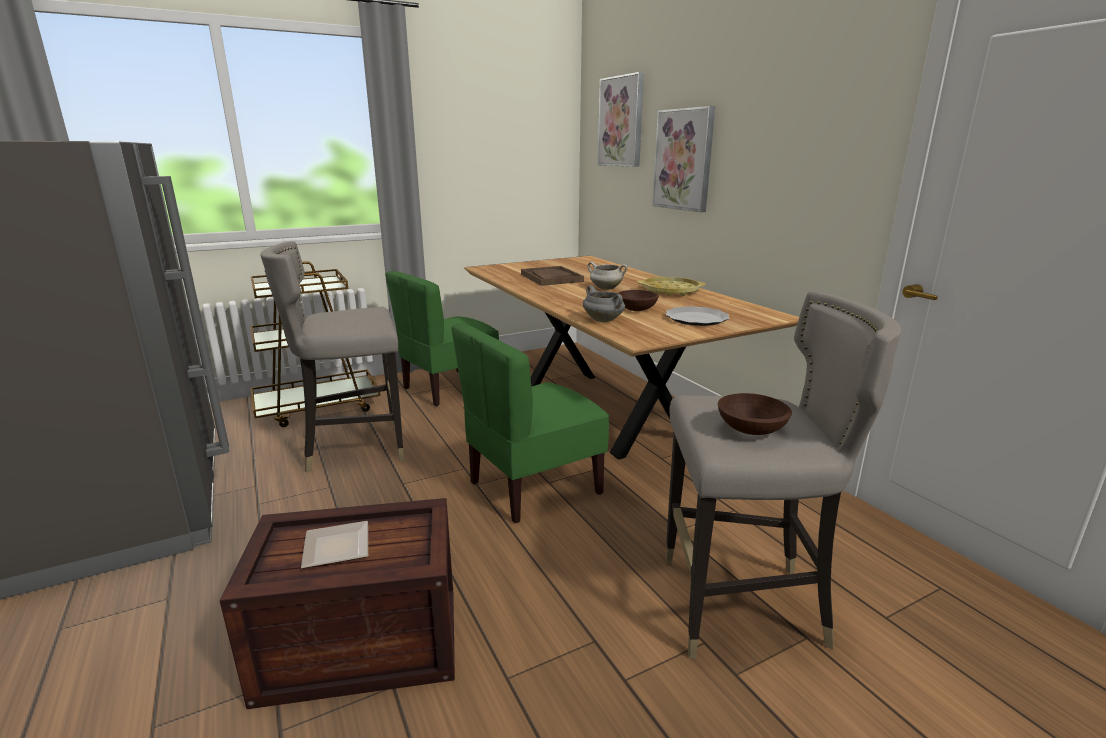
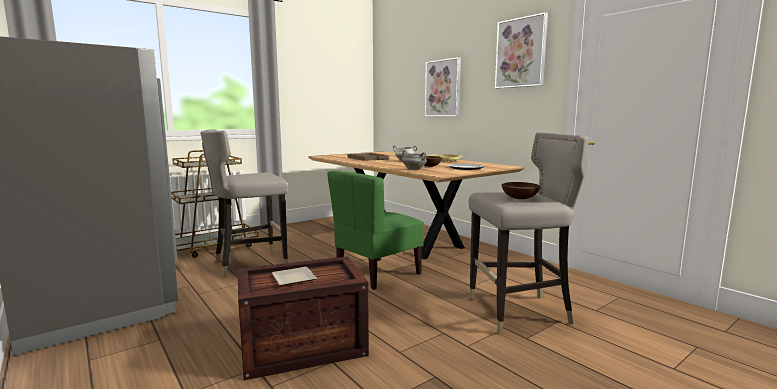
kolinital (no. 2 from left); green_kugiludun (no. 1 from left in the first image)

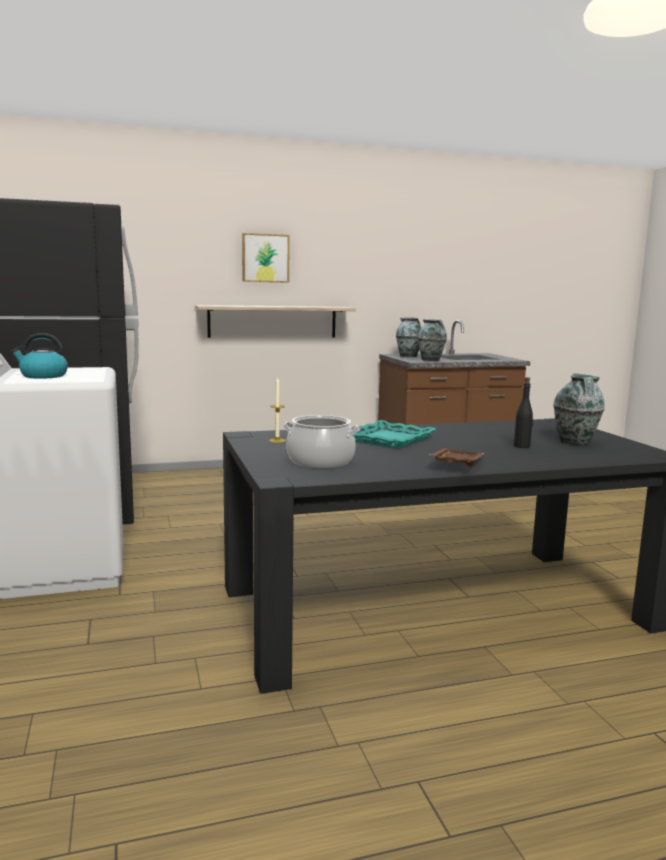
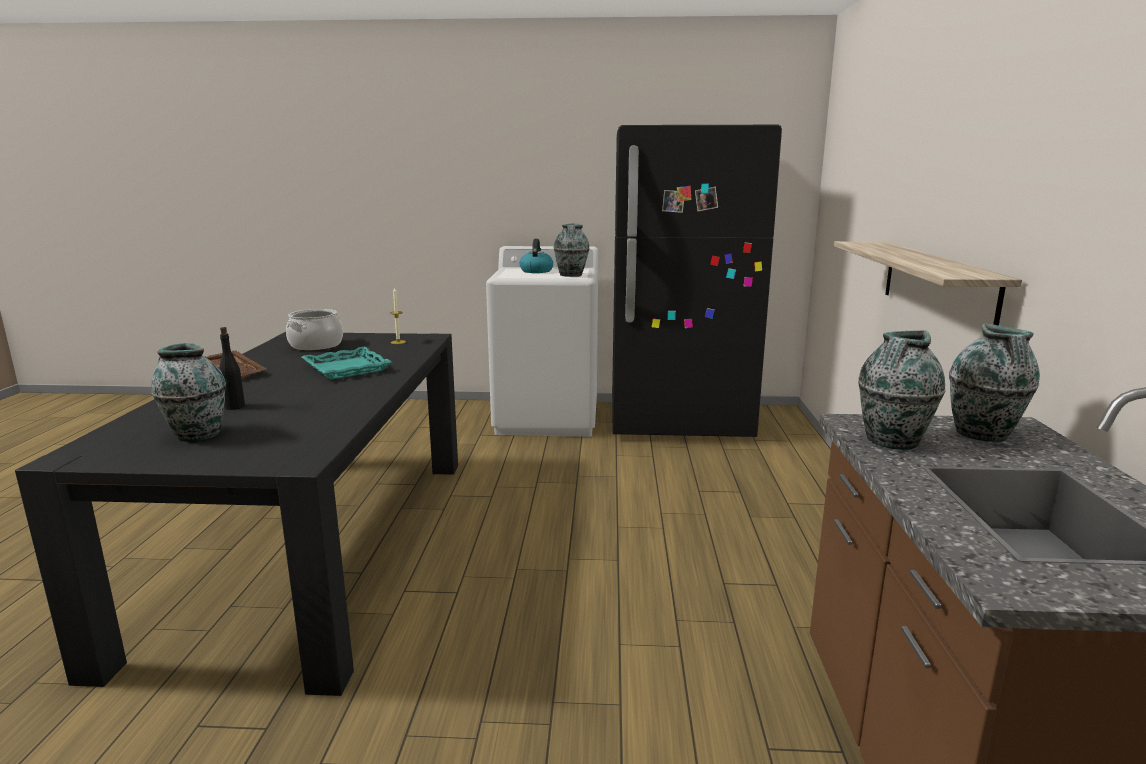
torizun (no. 2 from left); kolinital

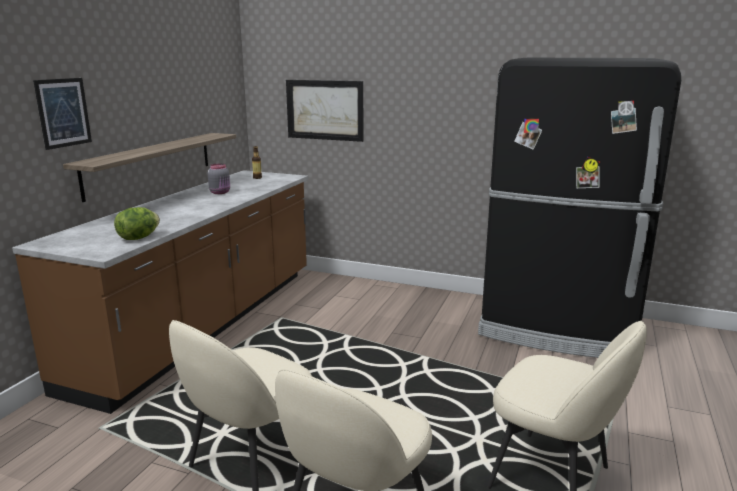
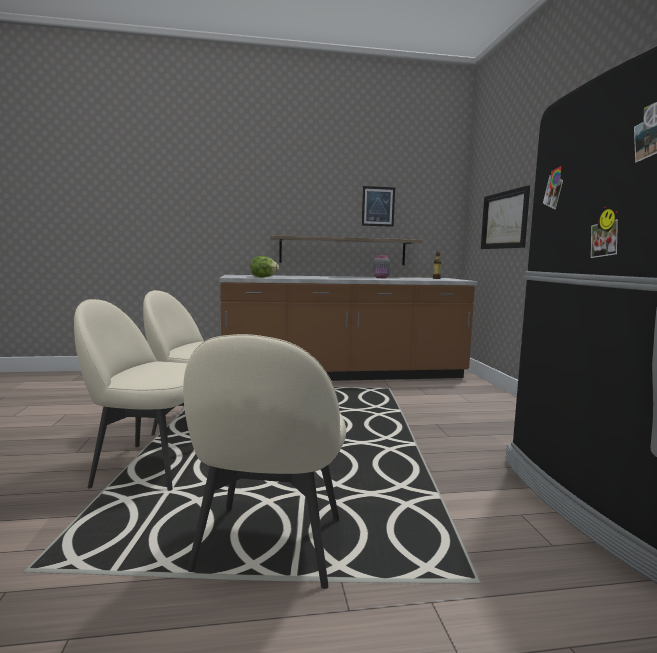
kolinital (no. 1 from left)

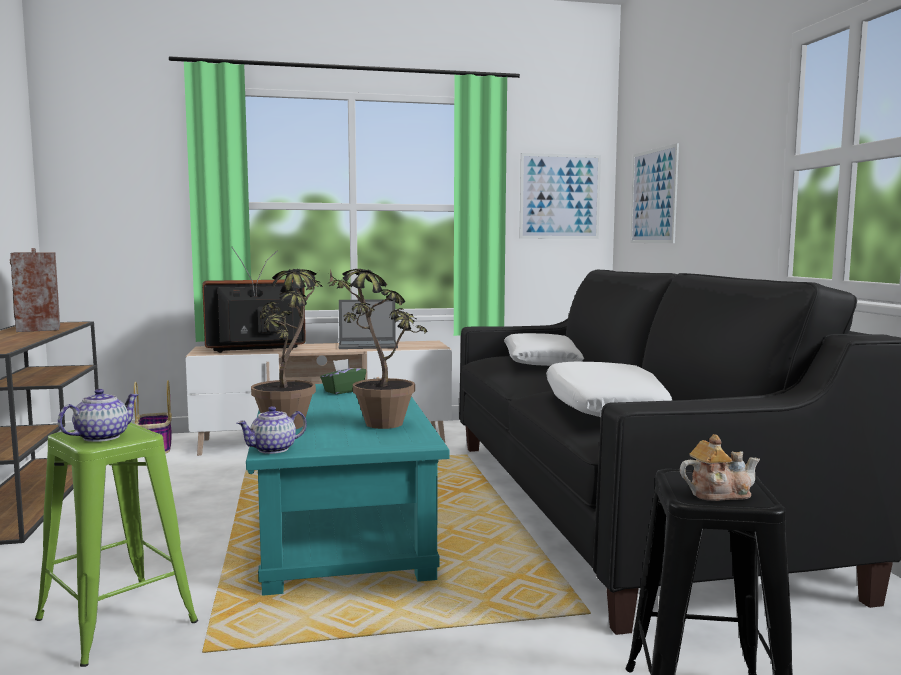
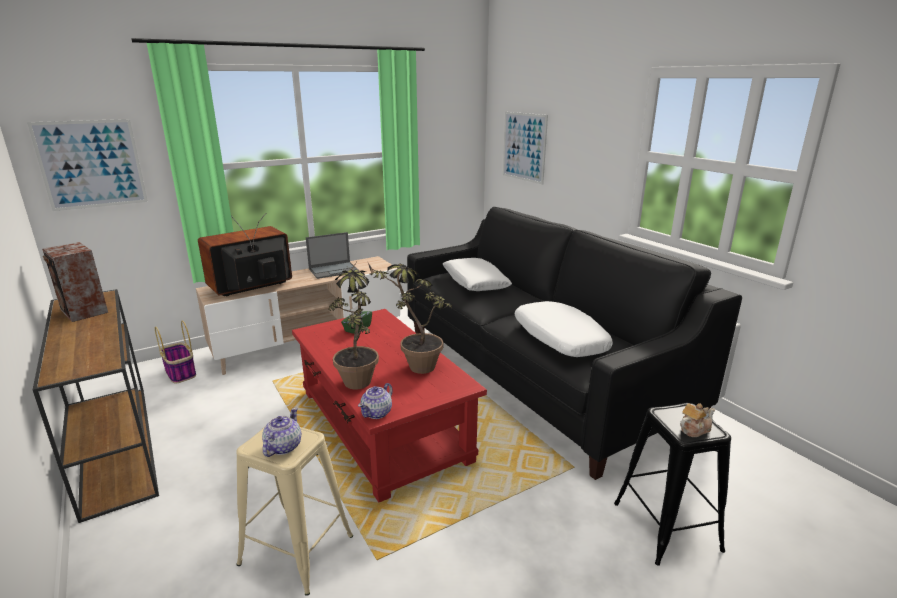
kolinital (no. 1 from left); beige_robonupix; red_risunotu

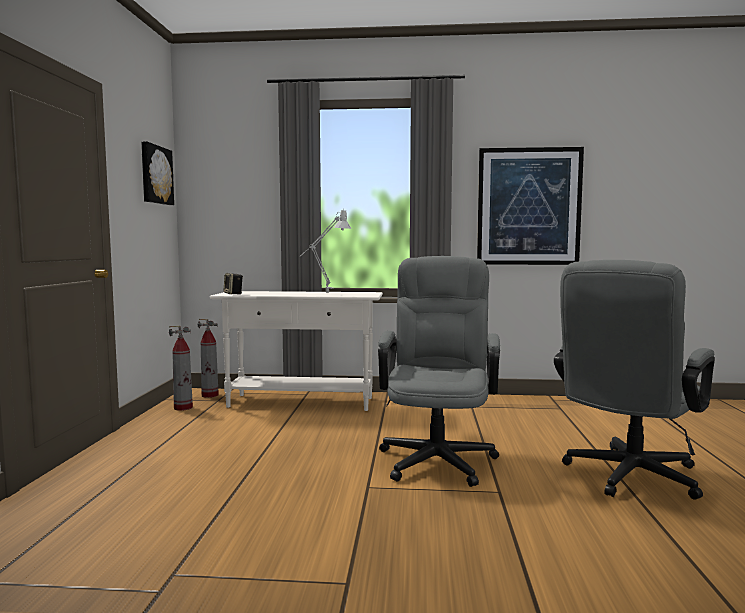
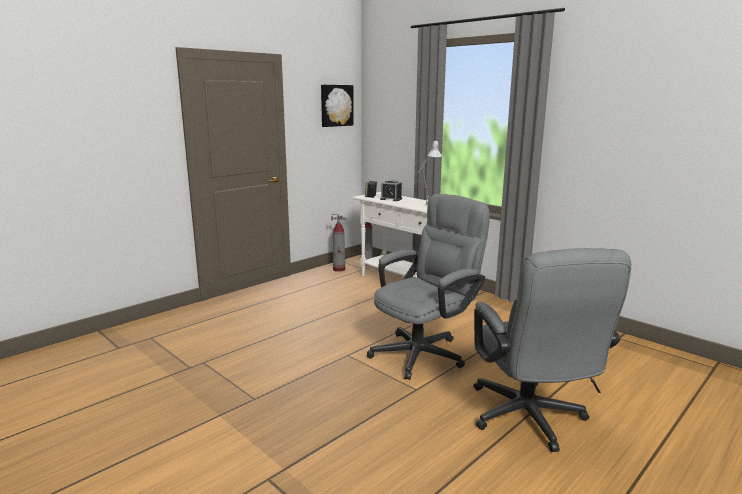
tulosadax; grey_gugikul (no. 2 from left); kolinital (no. 2 from left in the first image)

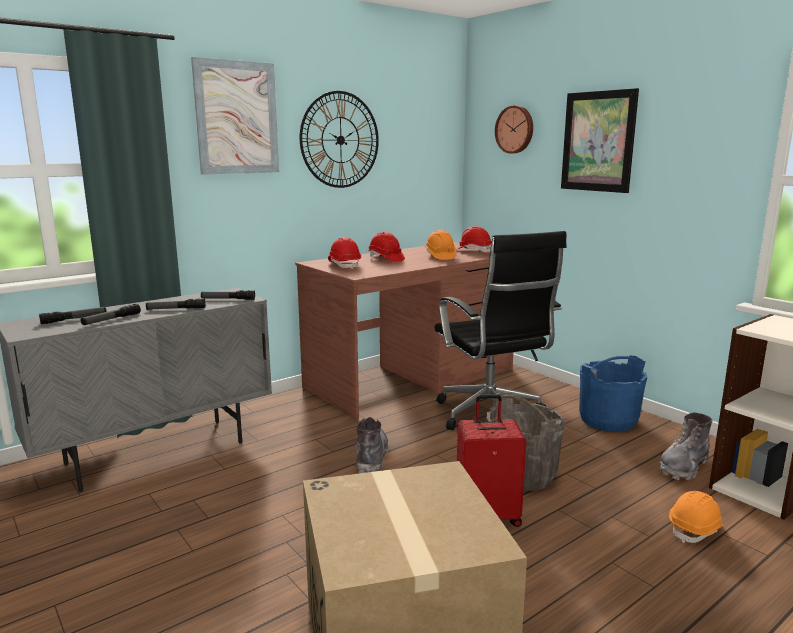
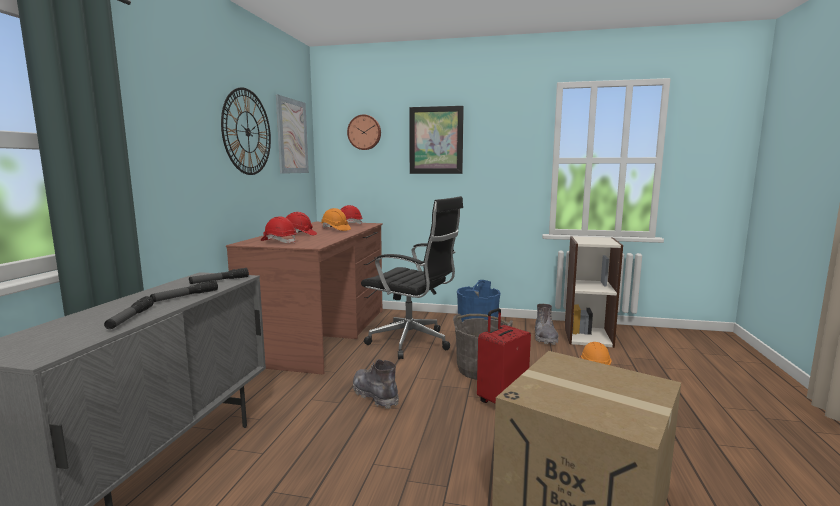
kolinital (no. 1 from left); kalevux (no. 1 from left in the first image)

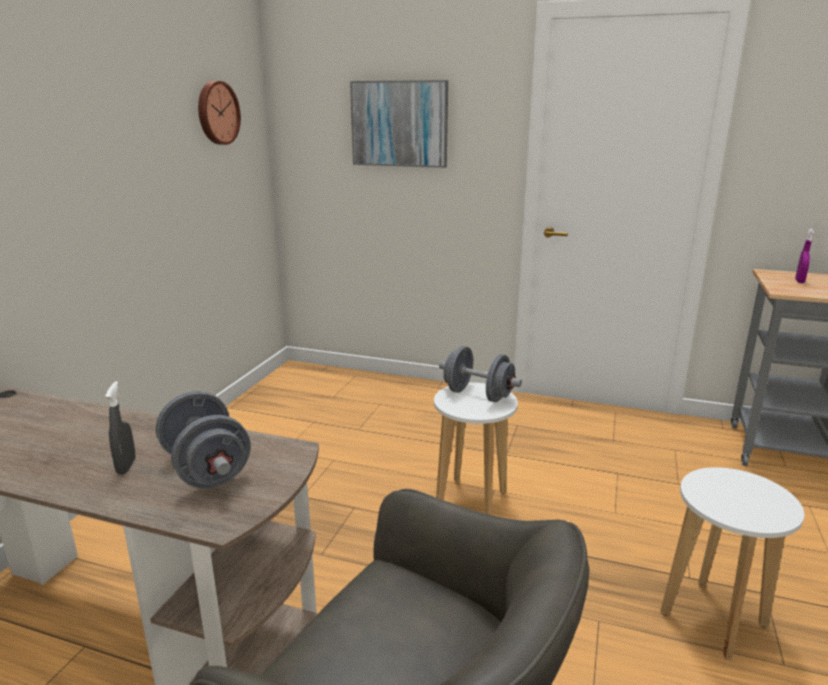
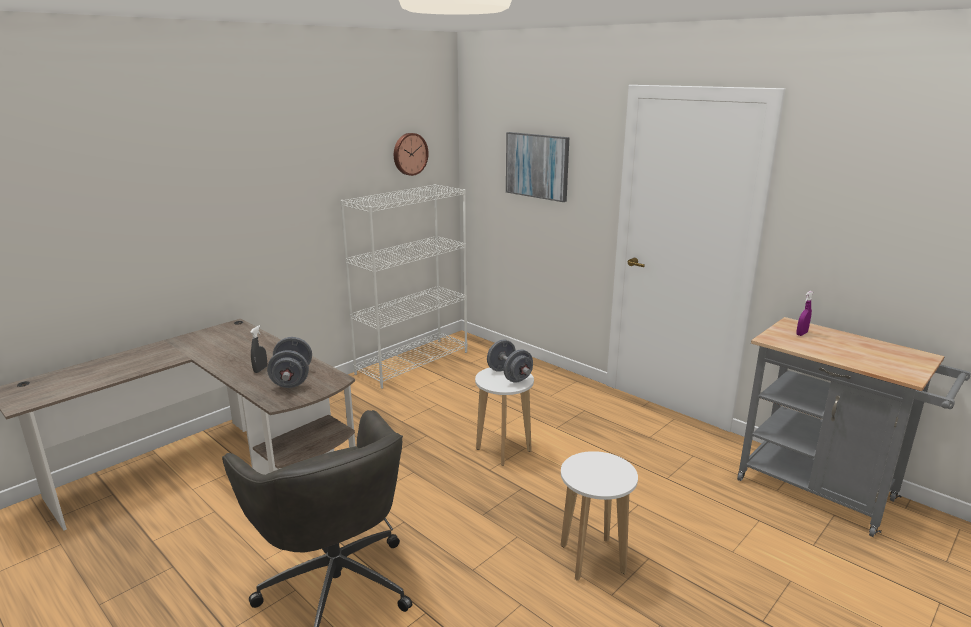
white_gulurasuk

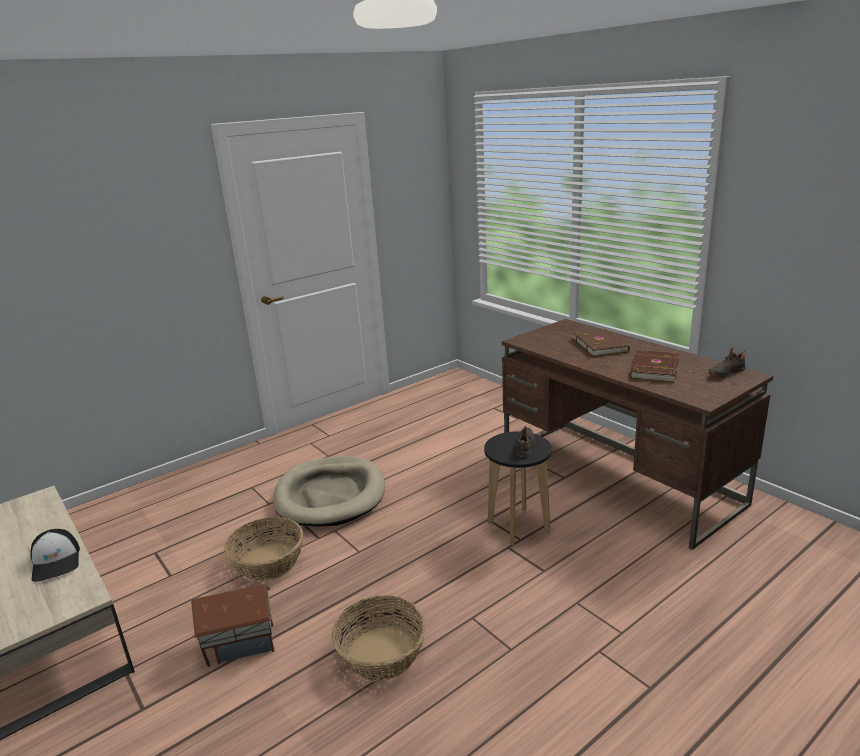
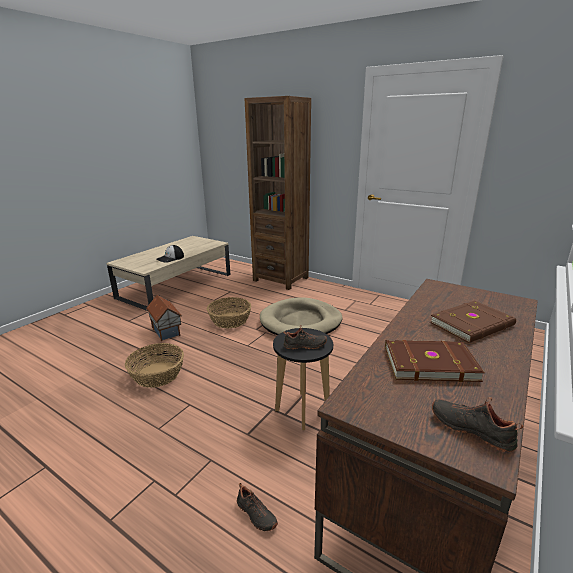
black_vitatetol (no. 1 from left); brown_gulurasuk

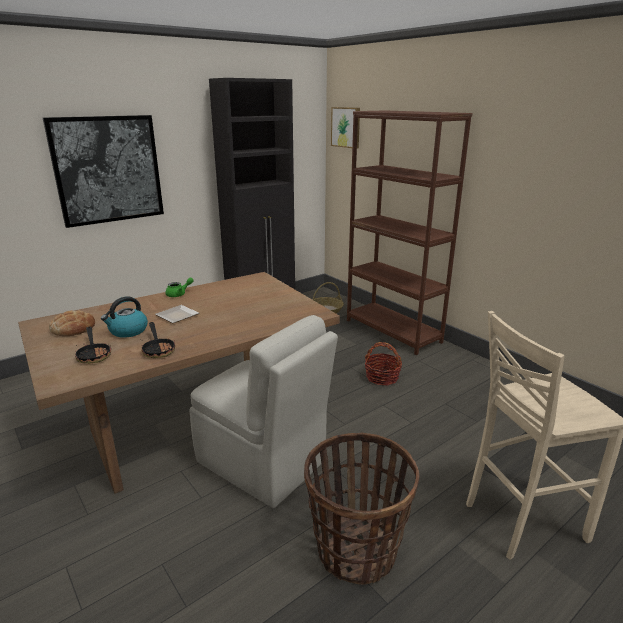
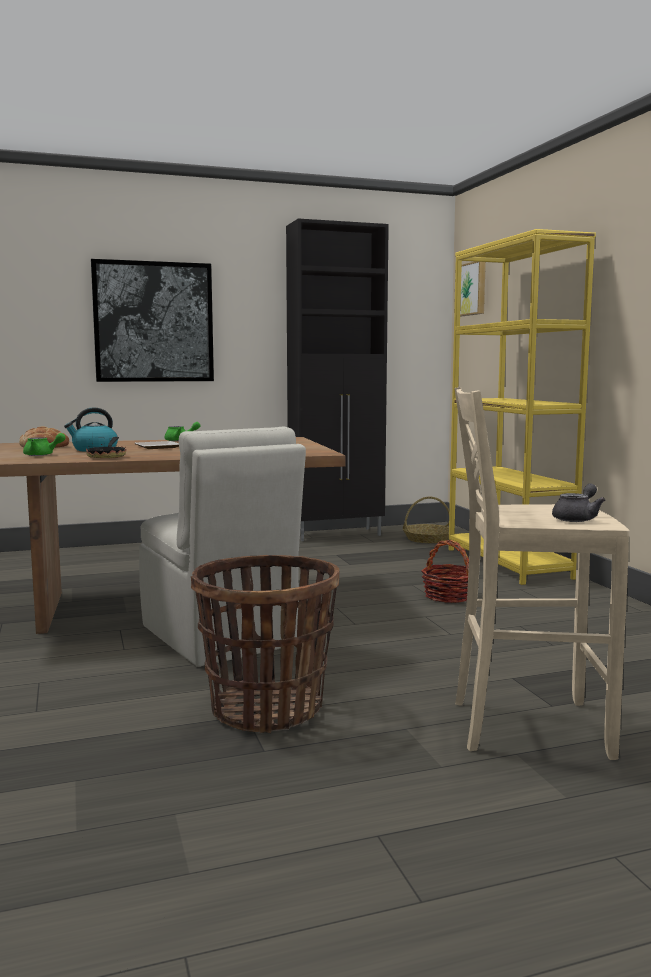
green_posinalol (no. 1 from left); yellow_gulurasuk; grey_posinalol

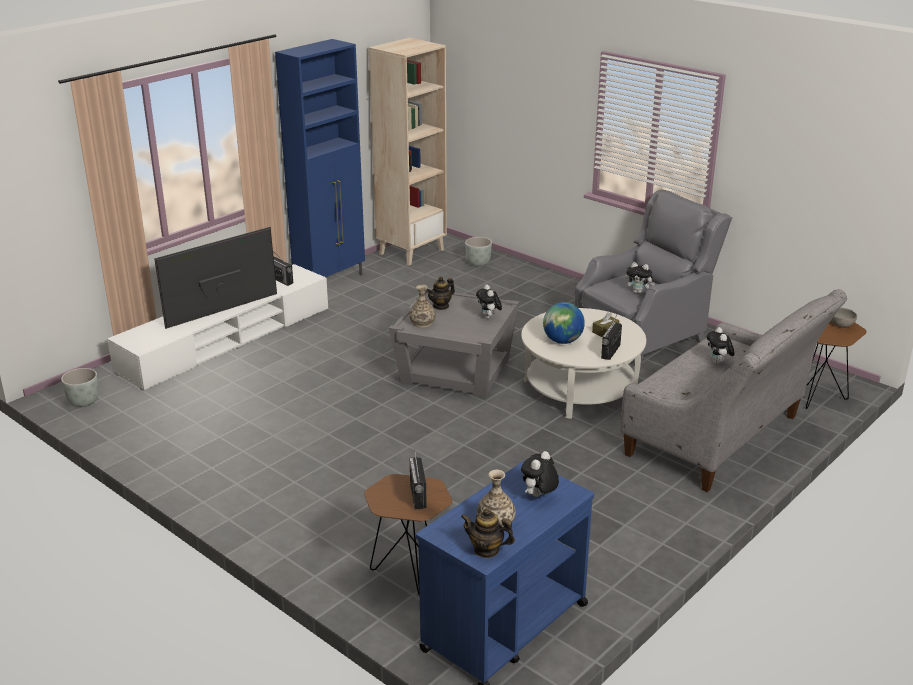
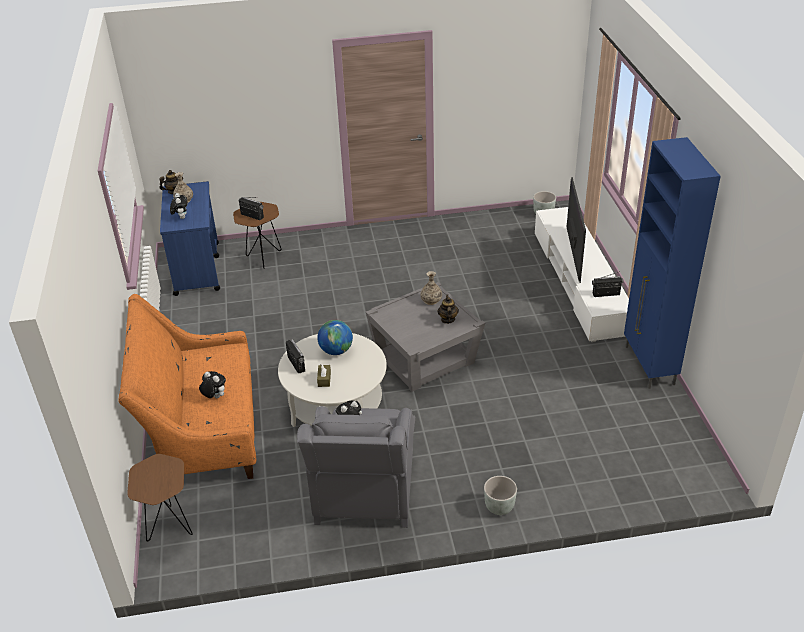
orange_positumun; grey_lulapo (no. 1 from left); beige_gulurasuk; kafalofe (no. 1 from left in the first image); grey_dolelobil

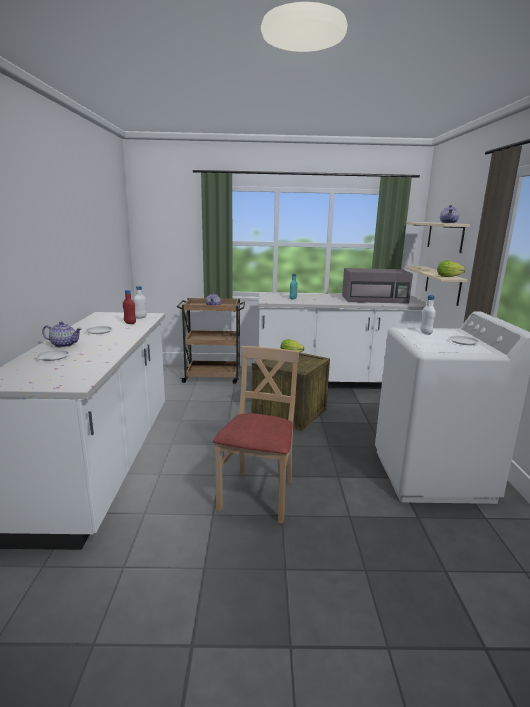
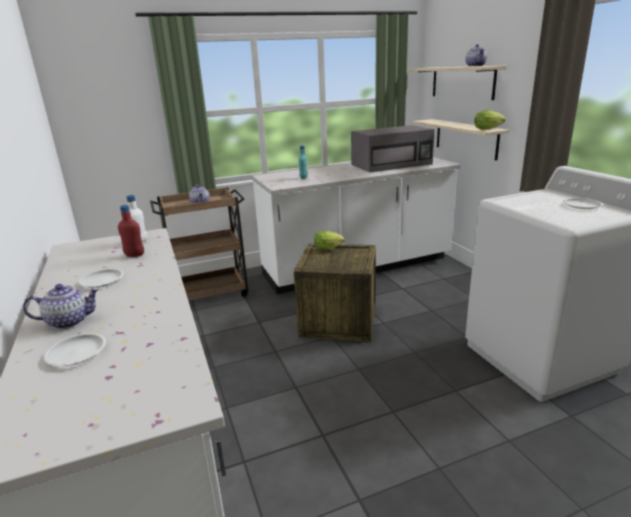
beige_kugiludun; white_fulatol (no. 2 from left in the first image)

